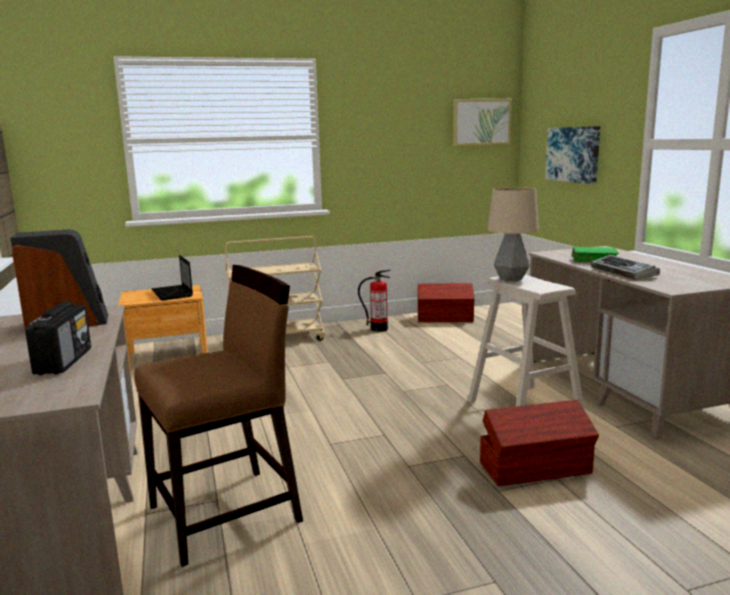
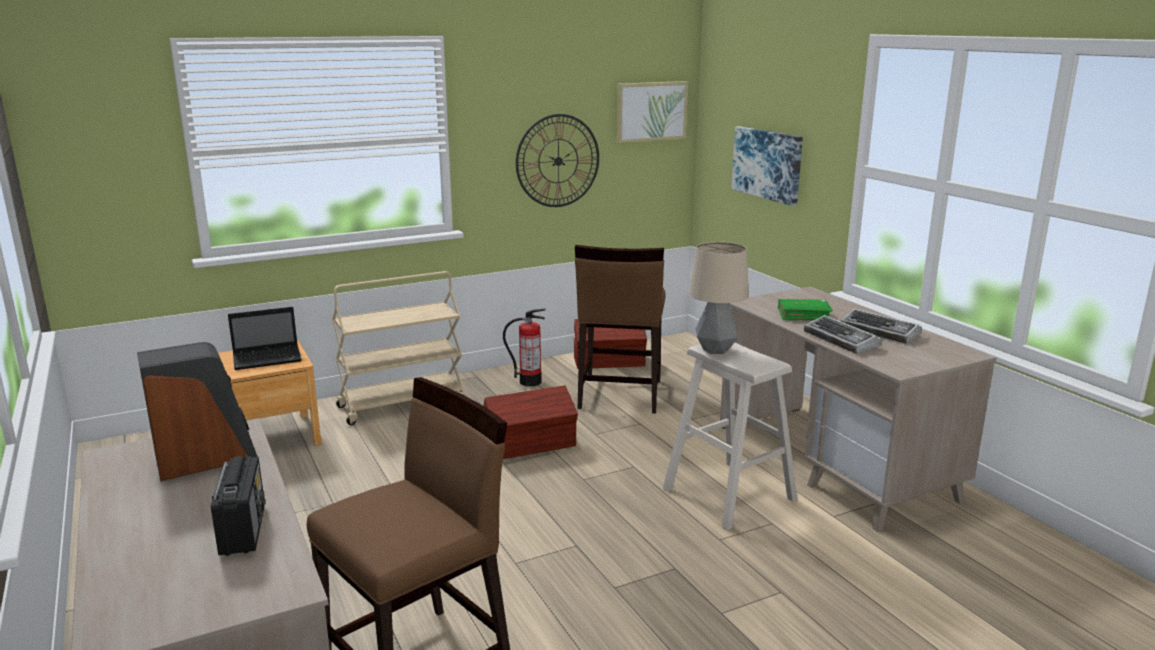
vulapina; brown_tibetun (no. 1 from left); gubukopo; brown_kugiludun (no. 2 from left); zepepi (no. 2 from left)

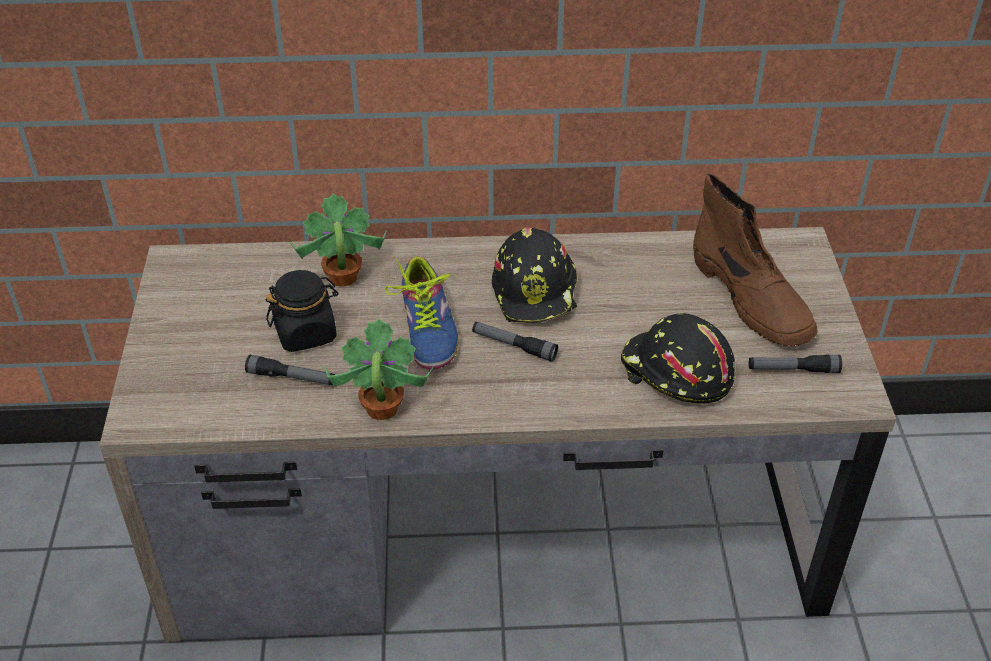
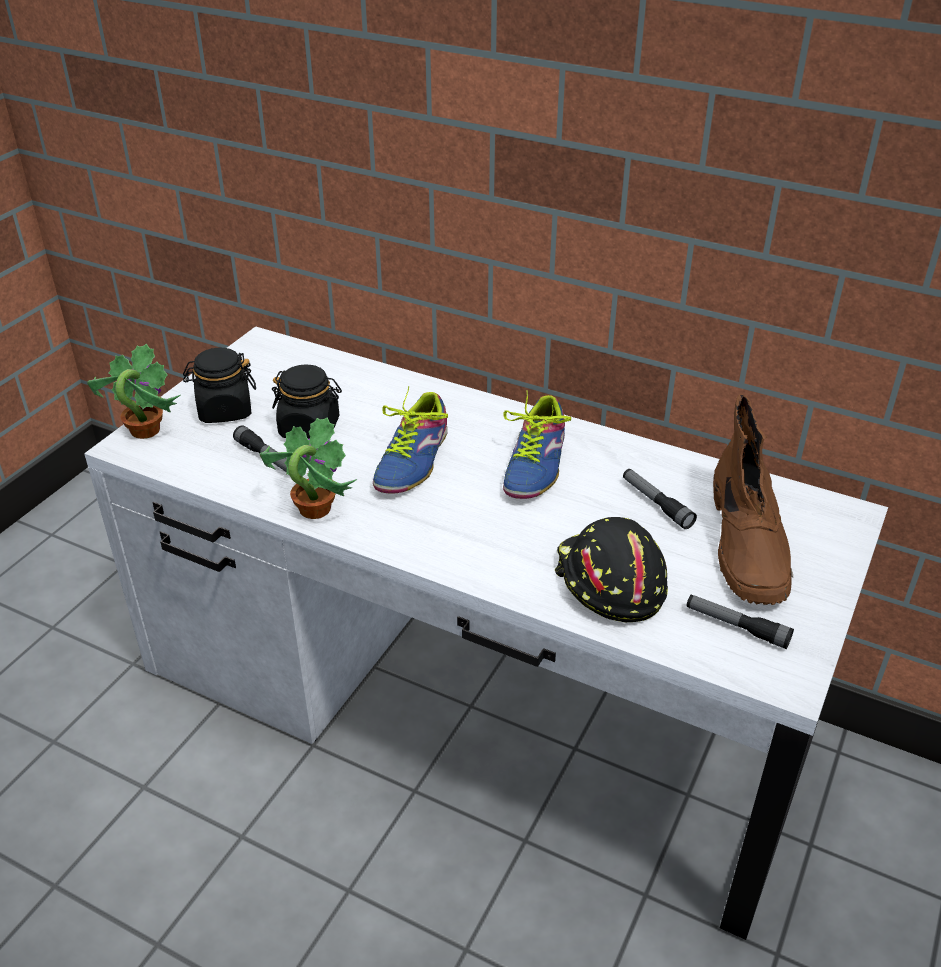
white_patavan; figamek (no. 1 from left); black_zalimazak (no. 1 from left); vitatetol (no. 2 from left); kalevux (no. 2 from left)

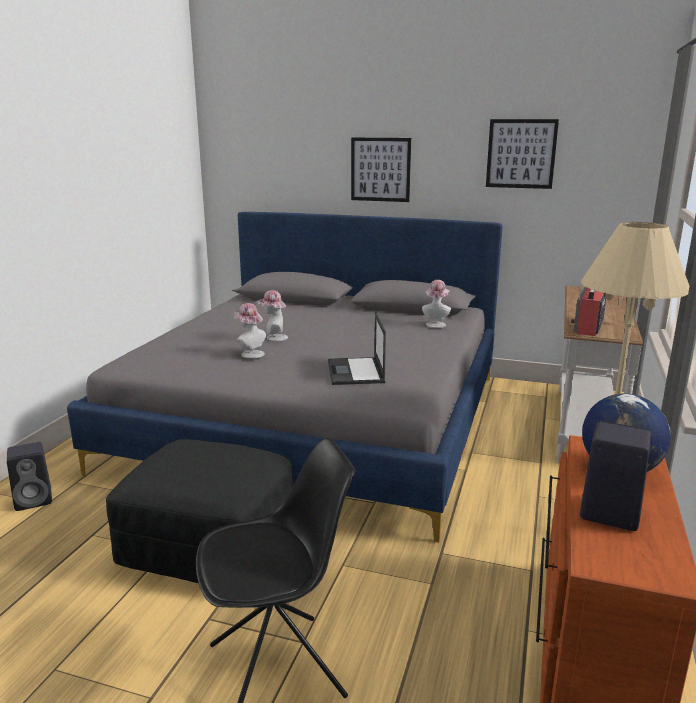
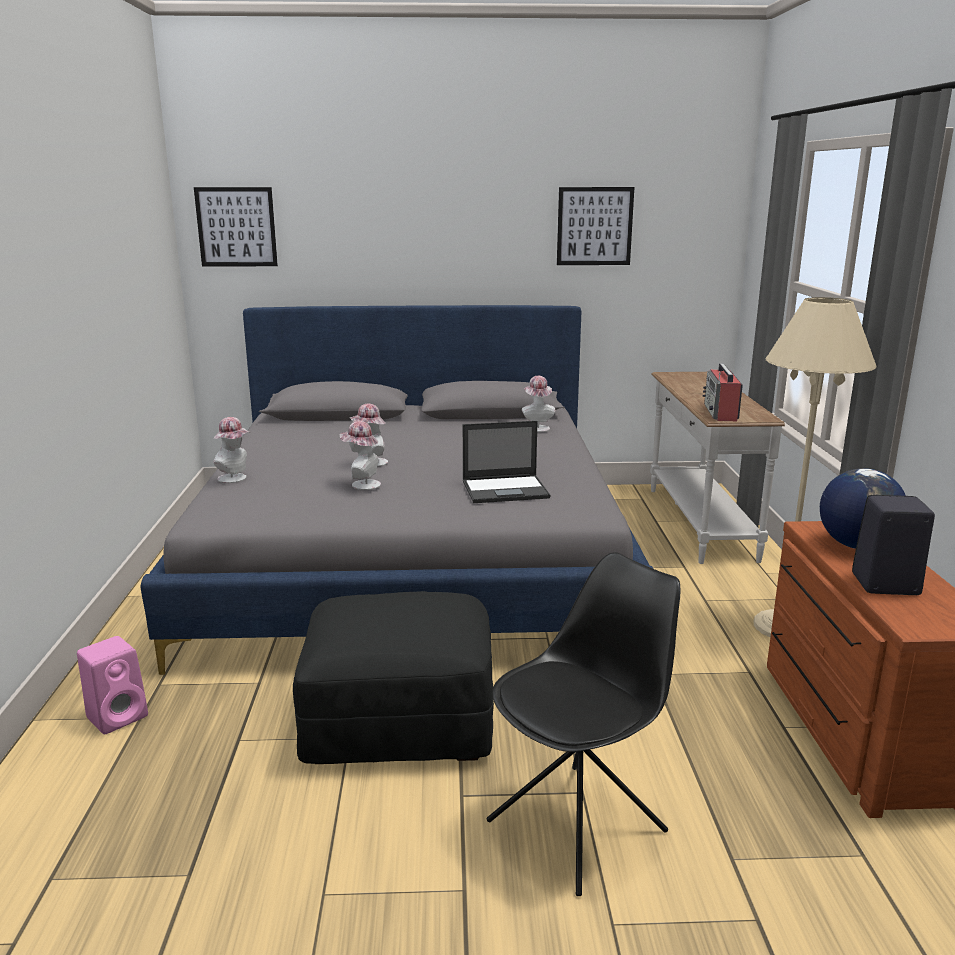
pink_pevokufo; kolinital (no. 1 from left); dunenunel (no. 1 from left); vulapina

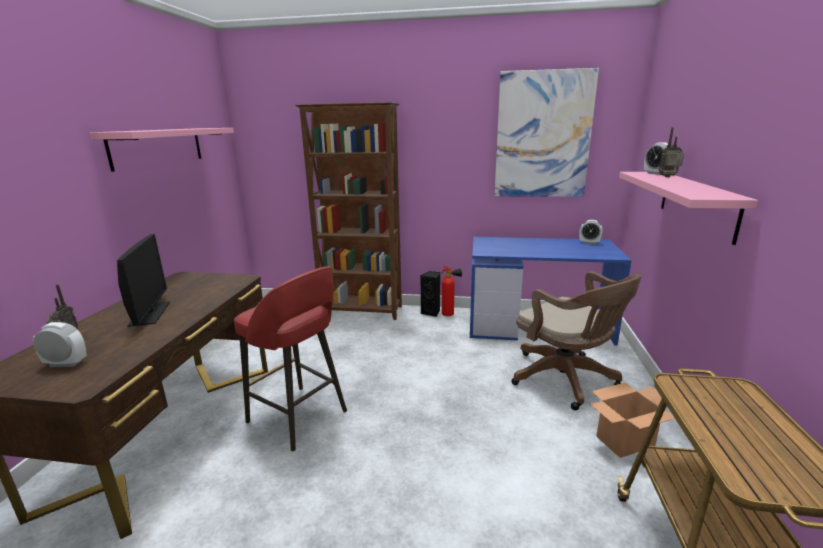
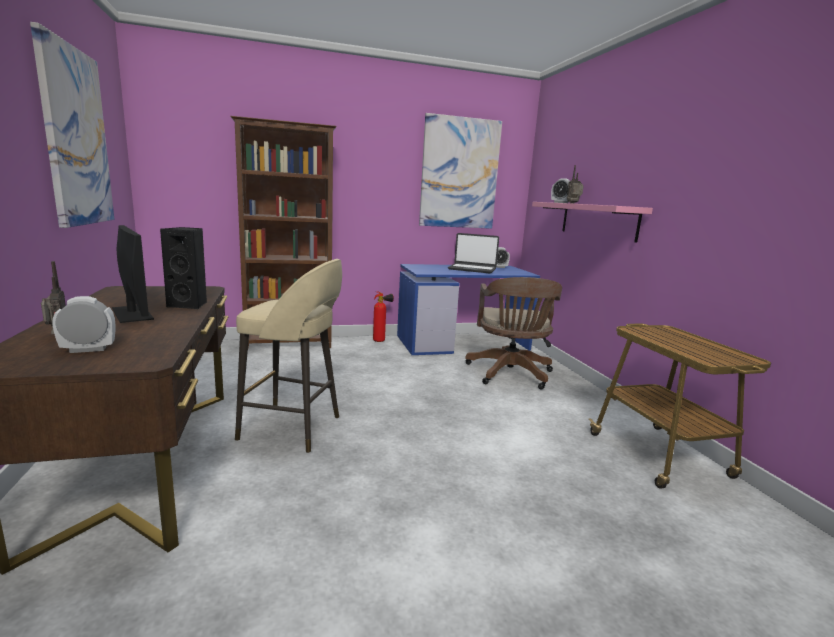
kolinital (no. 1 from left); black_pevokufo; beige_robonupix; vulapina; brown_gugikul; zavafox

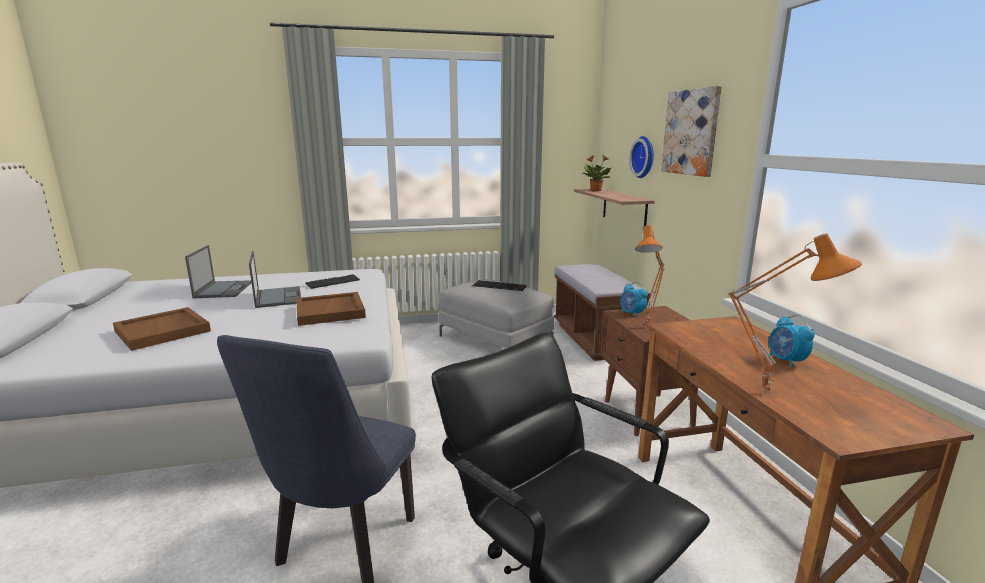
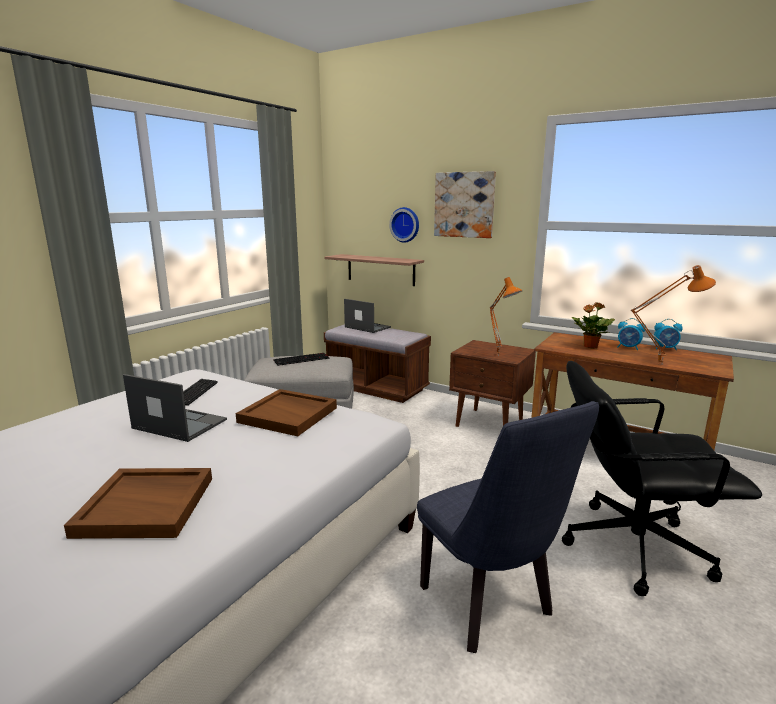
vulapina (no. 2 from left); figamek; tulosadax (no. 2 from left)

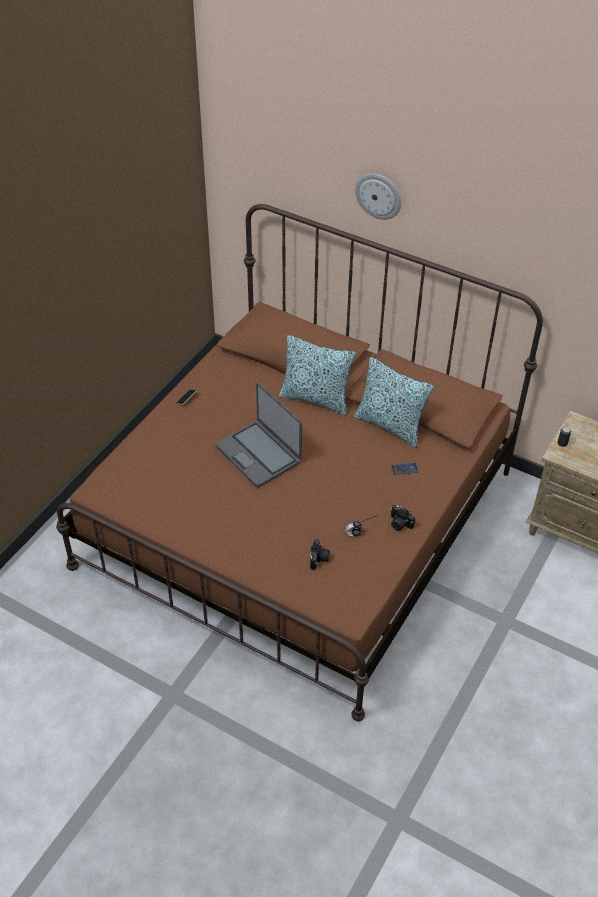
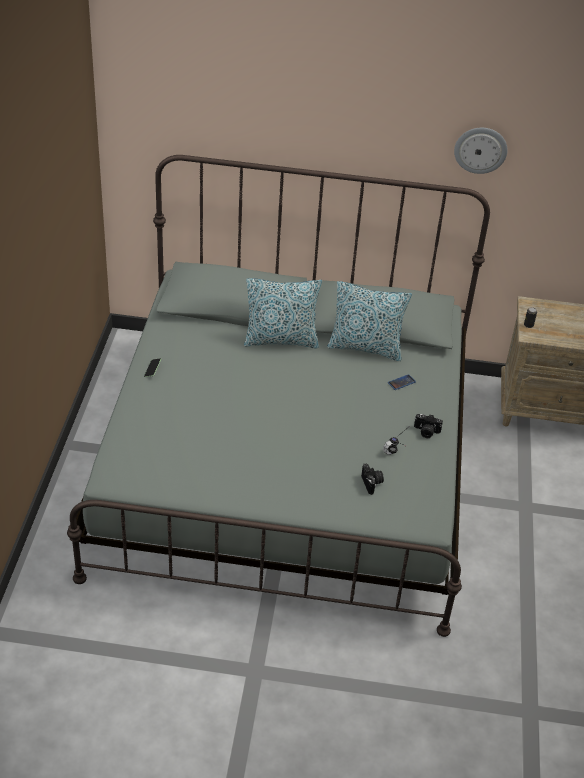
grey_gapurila; gubukopo; vulapina

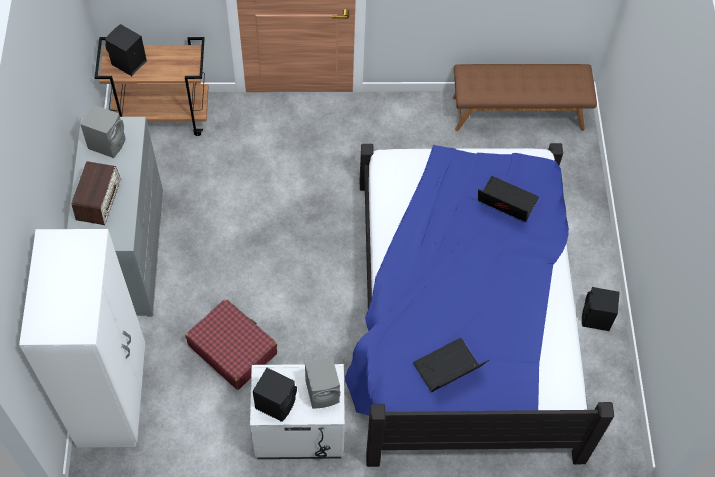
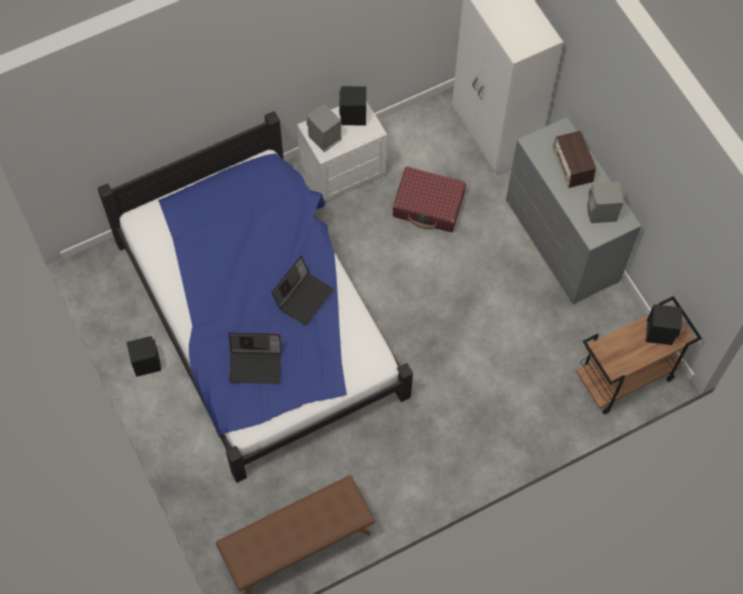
vulapina (no. 2 from left)

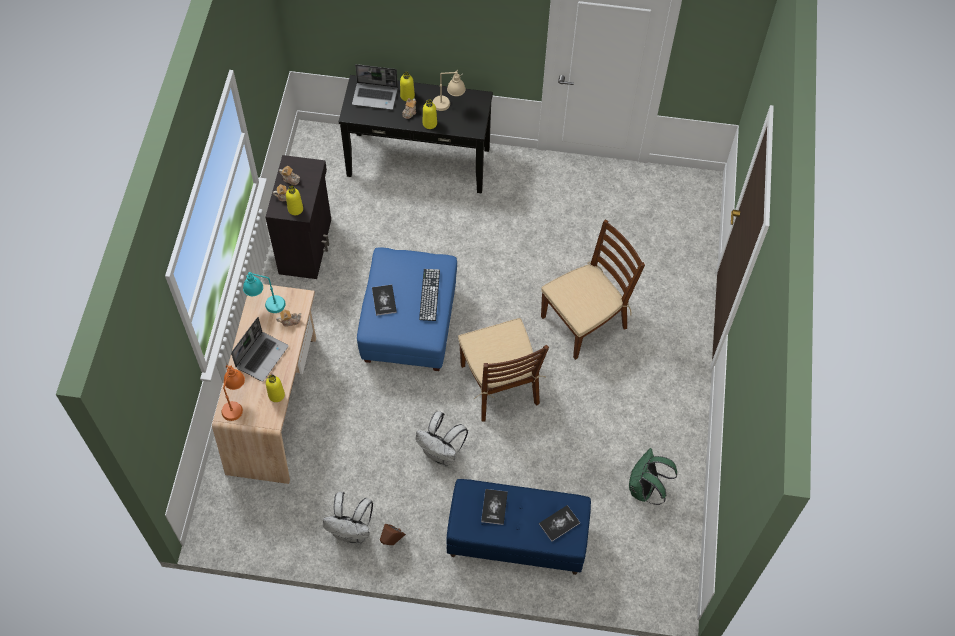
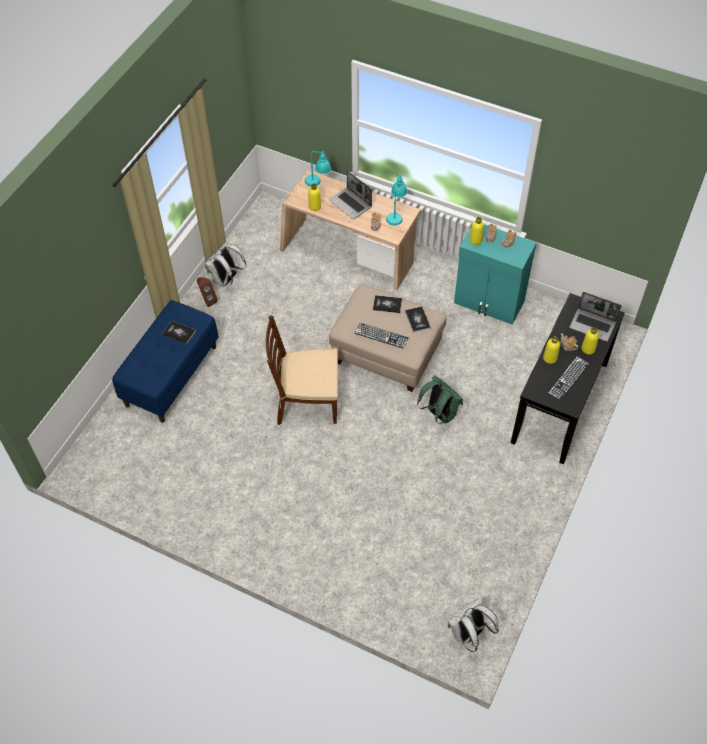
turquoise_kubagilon (no. 1 from left); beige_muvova; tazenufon (no. 3 from left); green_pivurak; white_pivurak (no. 2 from left); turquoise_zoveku; zepepi (no. 2 from left); vulapina (no. 2 from left); brown_kugiludun (no. 2 from left in the first image)

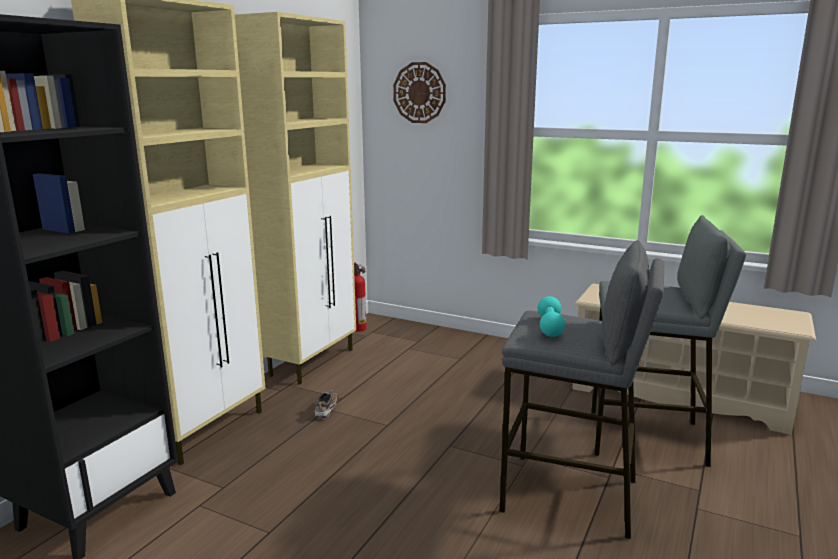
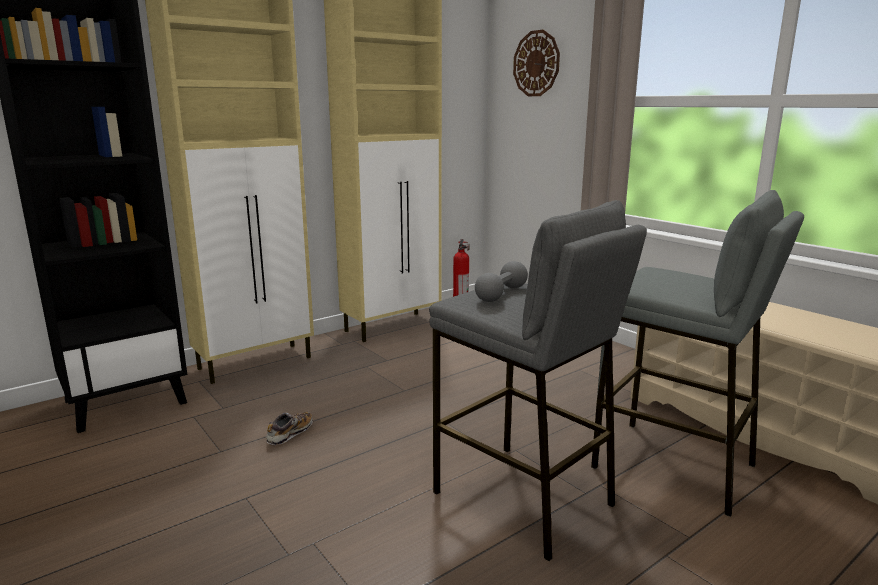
vitatetol; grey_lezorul

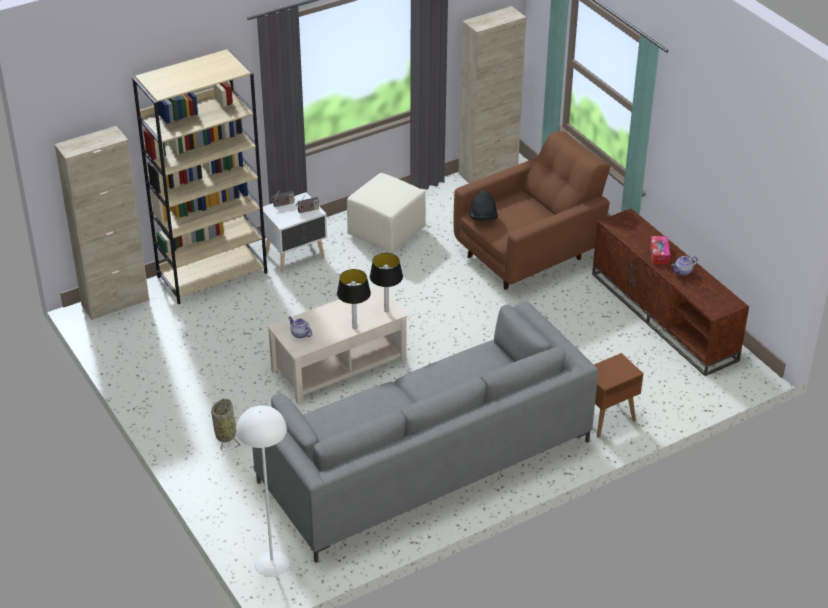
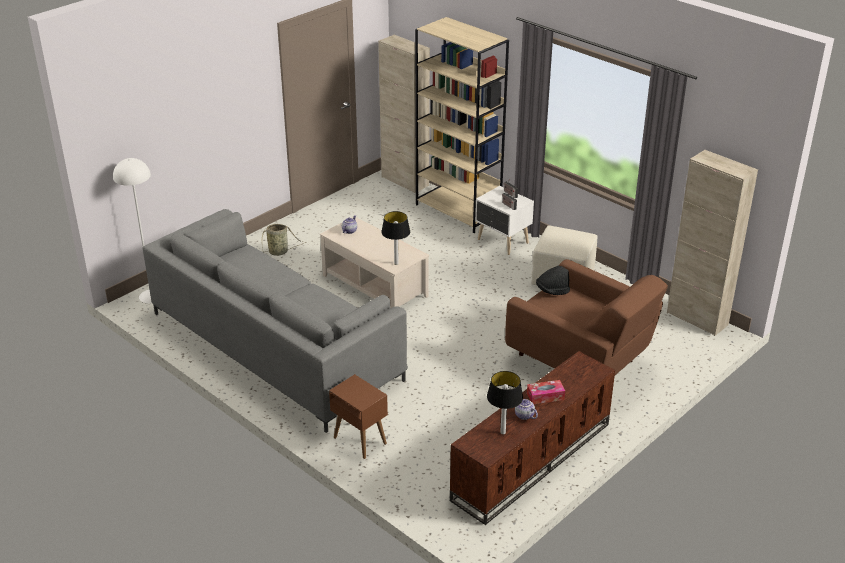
kubagilon (no. 2 from left)

